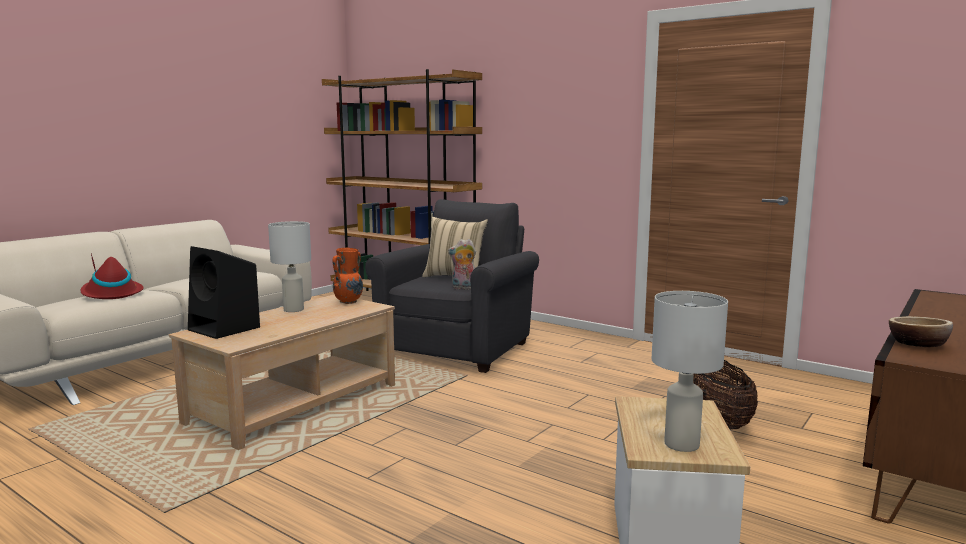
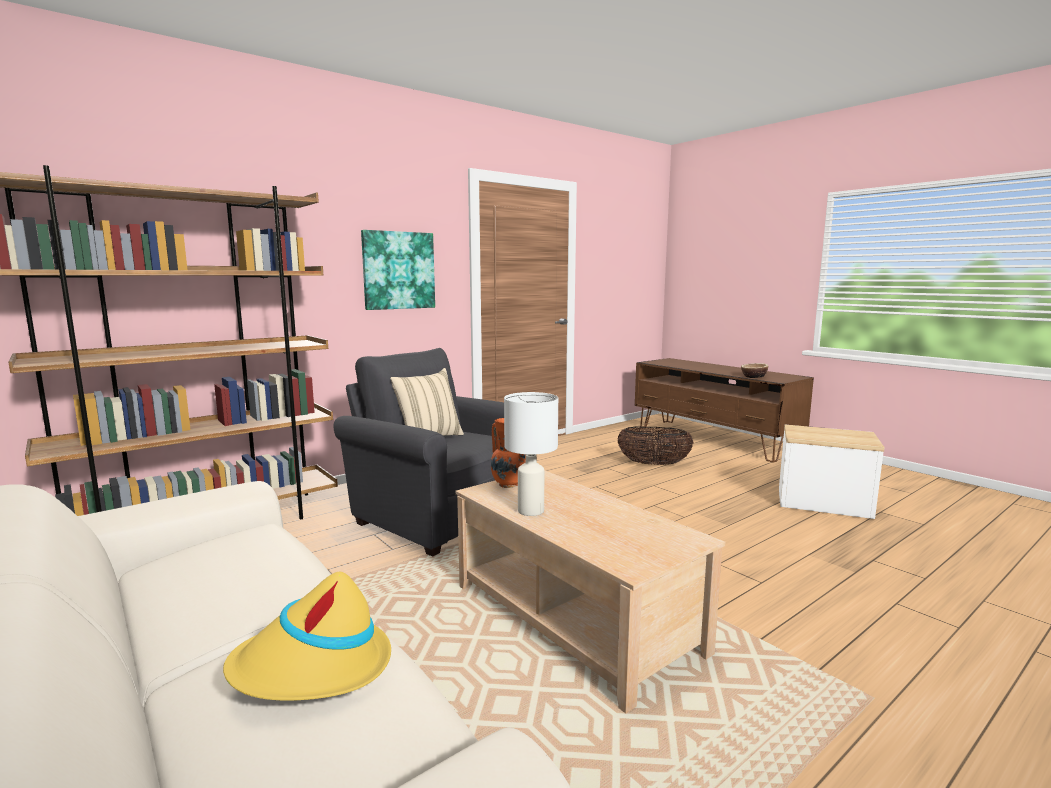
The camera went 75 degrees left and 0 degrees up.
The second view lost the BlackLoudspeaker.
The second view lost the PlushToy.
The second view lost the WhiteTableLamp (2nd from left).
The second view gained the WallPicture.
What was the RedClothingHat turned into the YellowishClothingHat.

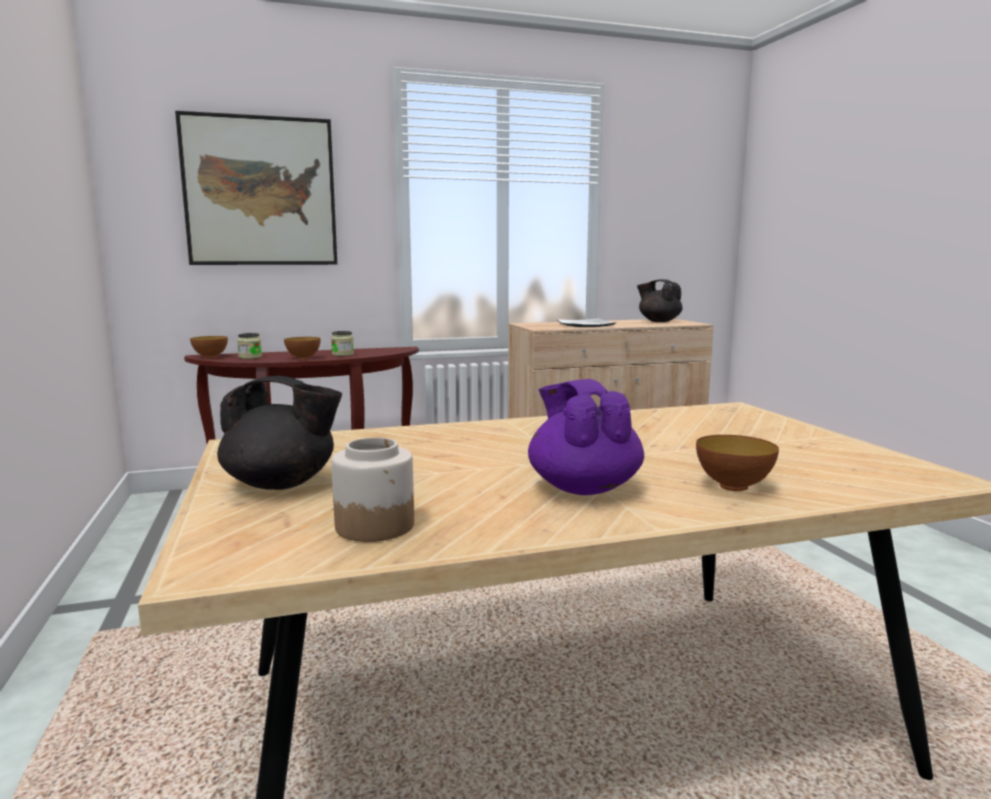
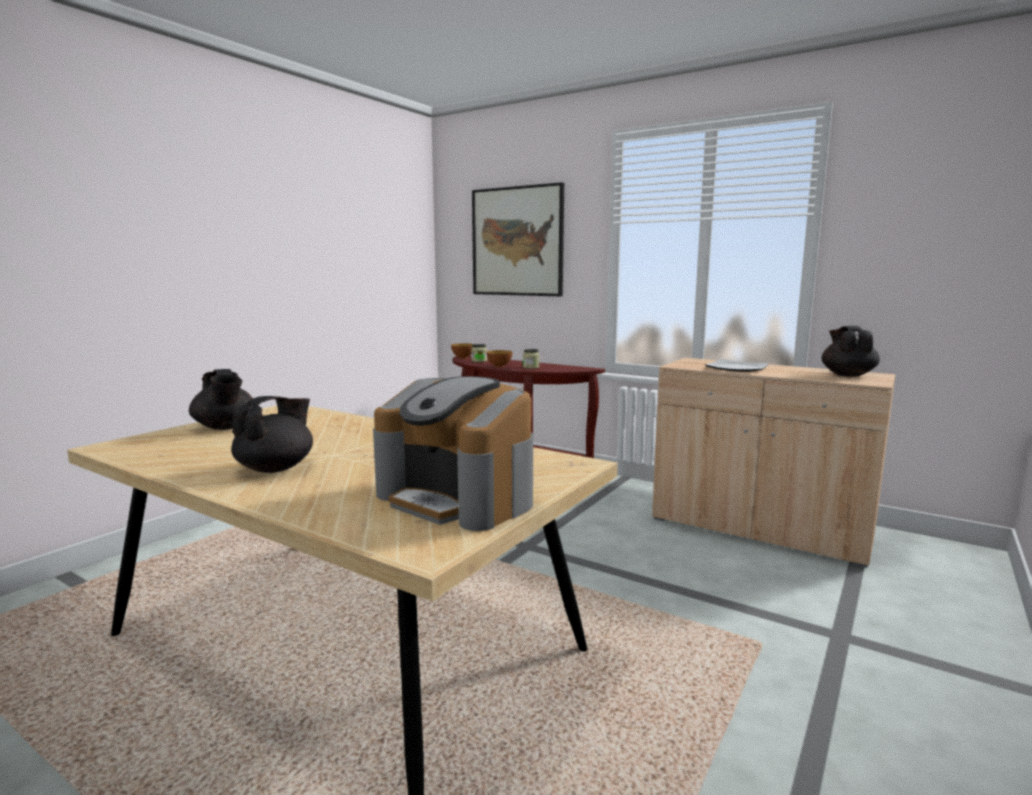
The camera went 50 degrees right and 0 degrees up.
The second view lost the PreserveJar (3rd from left).
The second view lost the DeepDish (3rd from left).
The second view gained the CoffeeBrewer.
What was the PurplishPotForTea turned into the BlackPotForTea (2nd from left).

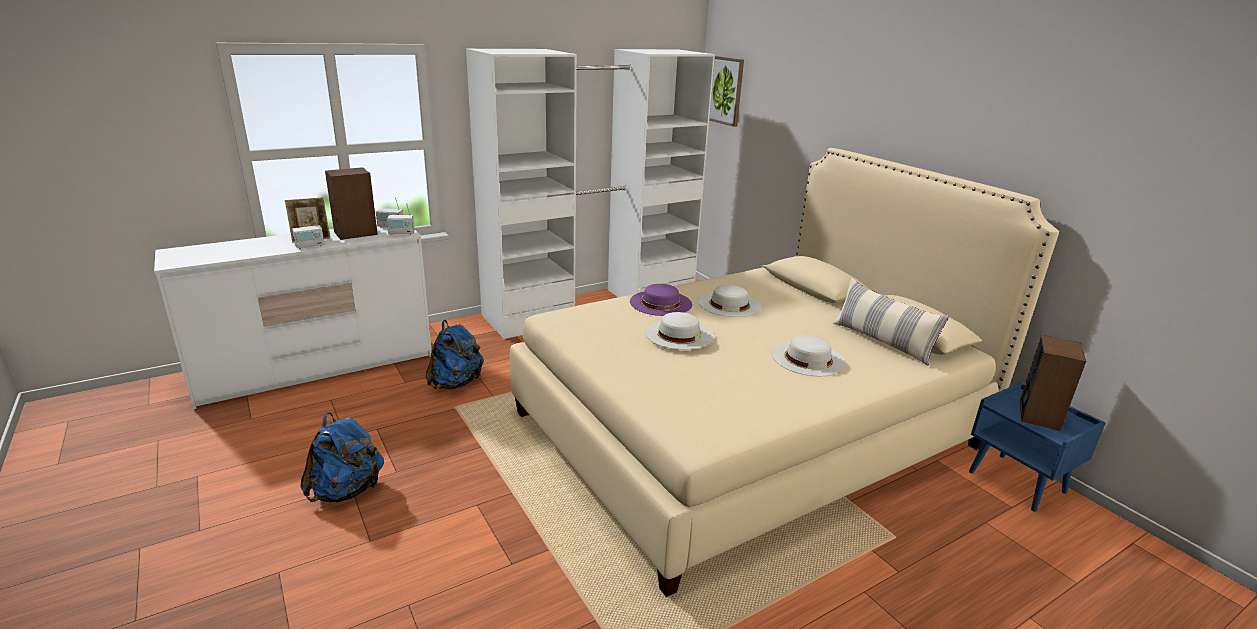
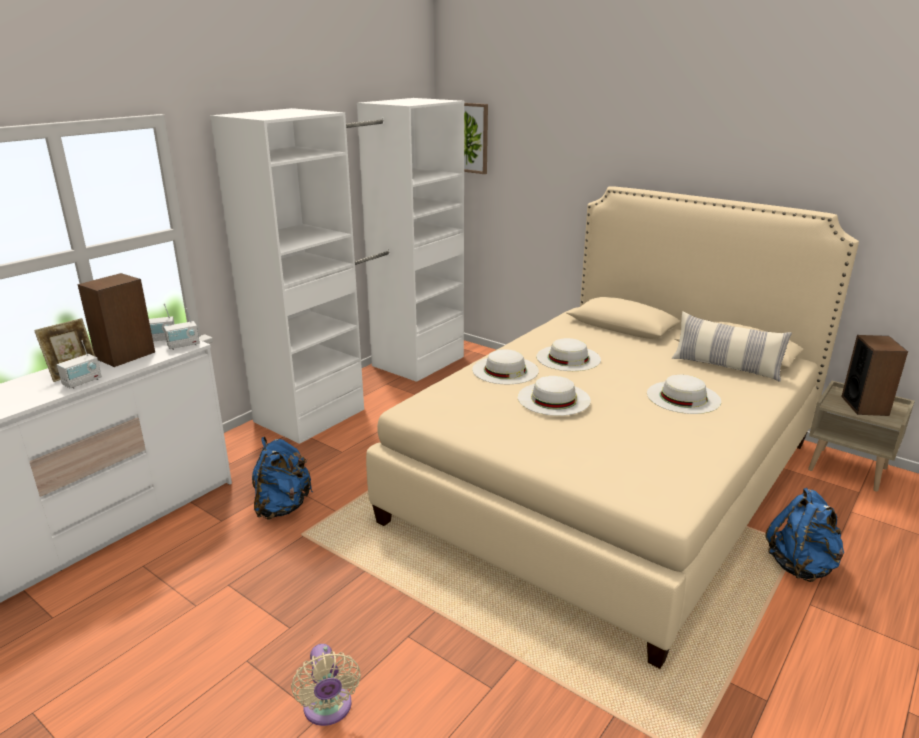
The camera went 20 degrees left and 0 degrees up.
The second view gained the BeigeElectricFan.
The BluishKnapsack (1st from left in the first image) ended up elsewhere.
What was the PurplishClothingHat turned into the WhiteClothingHat (1st from left).
What was the BluishNightstand turned into the BeigeNightstand.

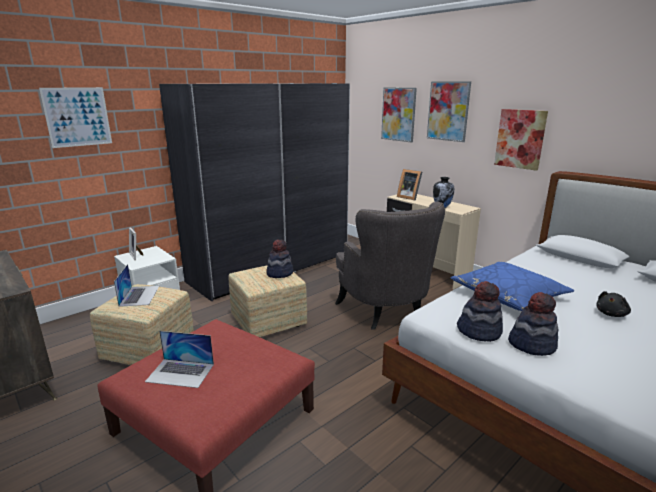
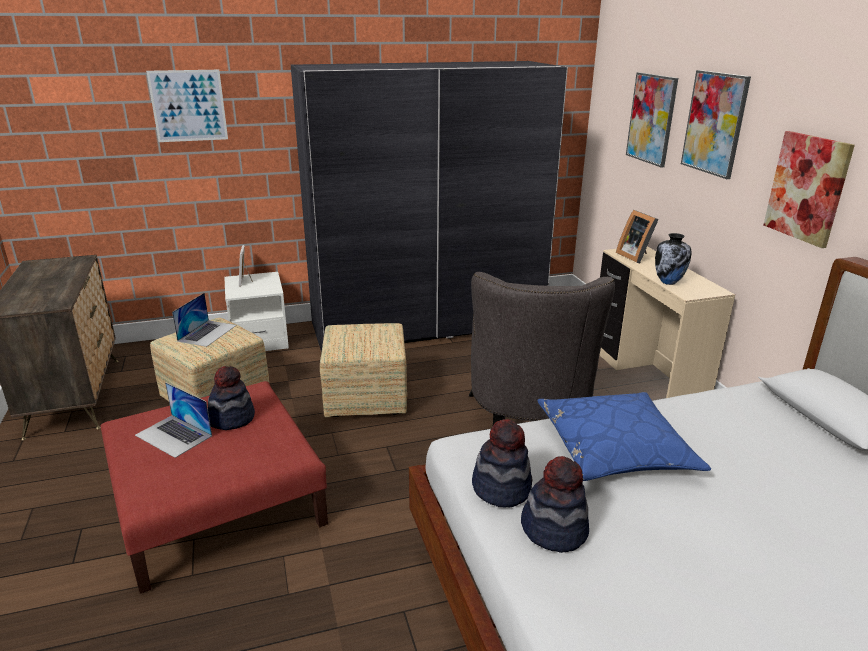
The camera went 25 degrees right and 5 degrees up.
The second view lost the BlackPlushToy.
The ClothingHat (1st from left) ended up elsewhere.

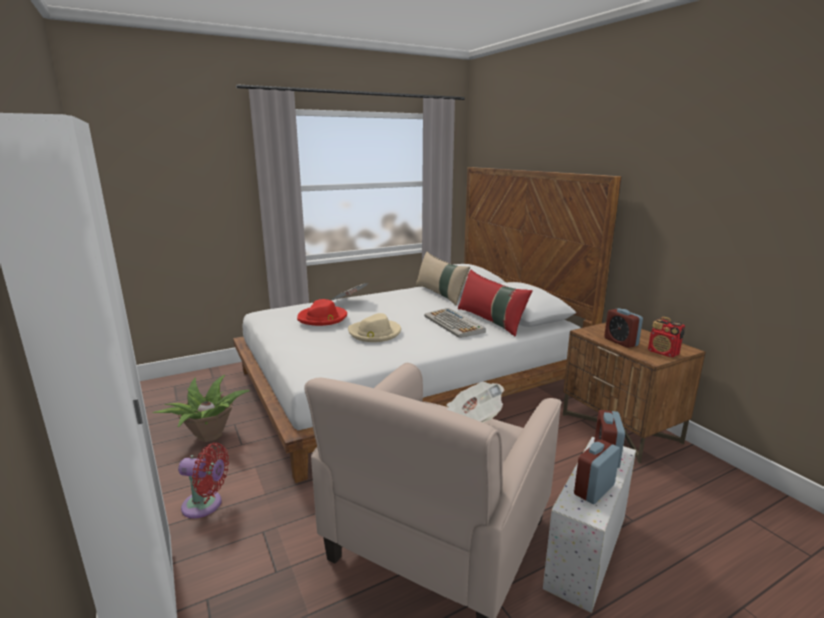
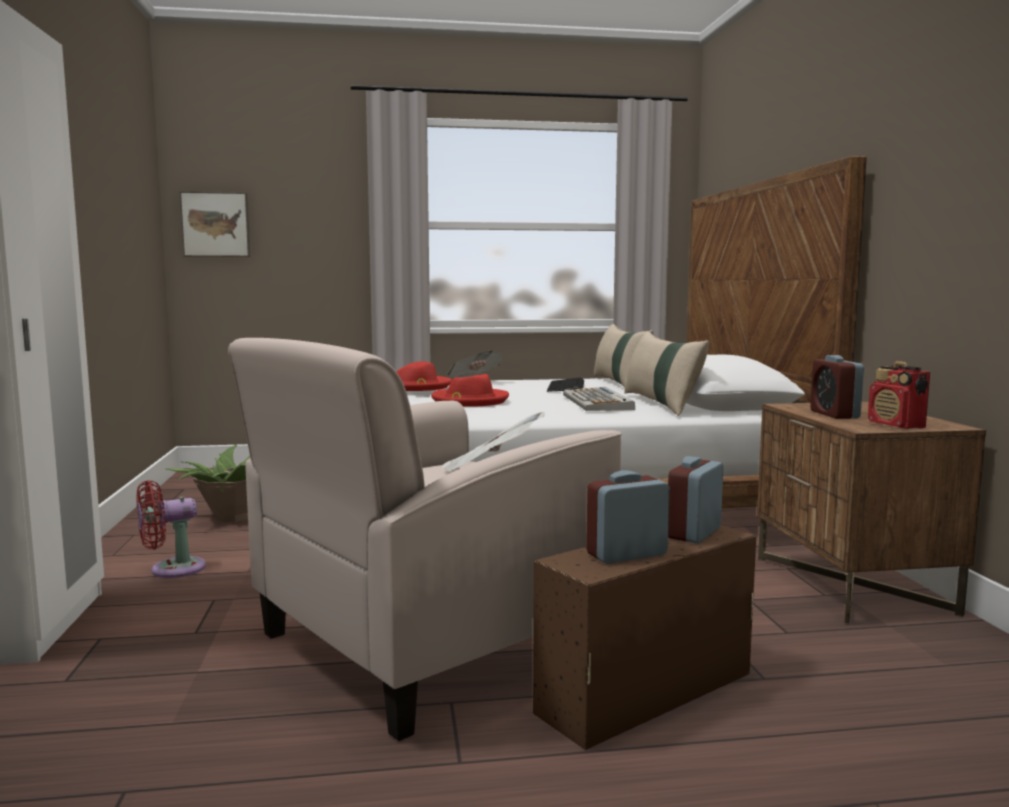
The camera went 20 degrees right and 10 degrees down.
The second view gained the WallPicture.
The second view gained the ComputerKeyboard (1st from left).
What was the BeigeClothingHat turned into the RedClothingHat (2nd from left).
What was the RedCushion turned into the BeigeCushion (2nd from left).
What was the WhiteStorageContainer turned into the BrownishStorageContainer.
The RedElectricFan ended up facing another way, 120 degrees clockwise from before.

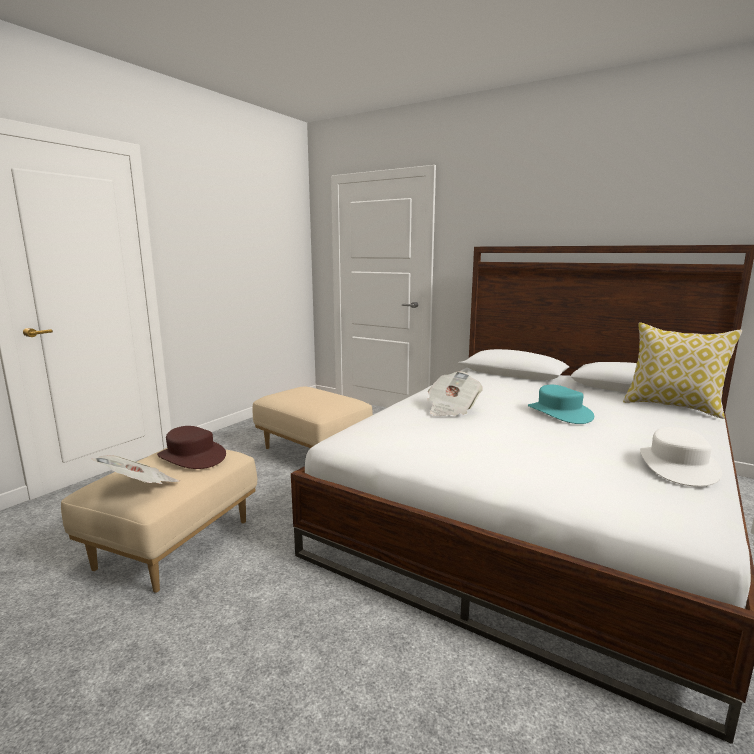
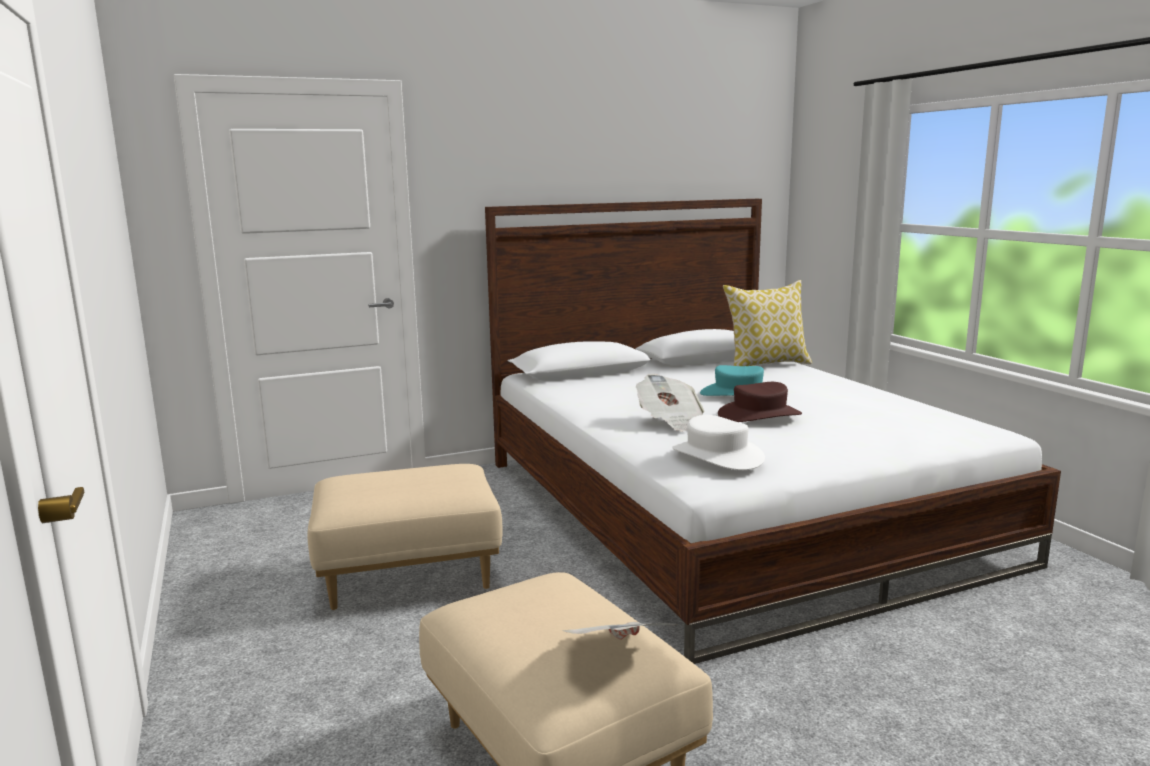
The camera went 55 degrees left and 0 degrees up.
The BrownishClothingHat ended up elsewhere.
The WhiteClothingHat ended up elsewhere.

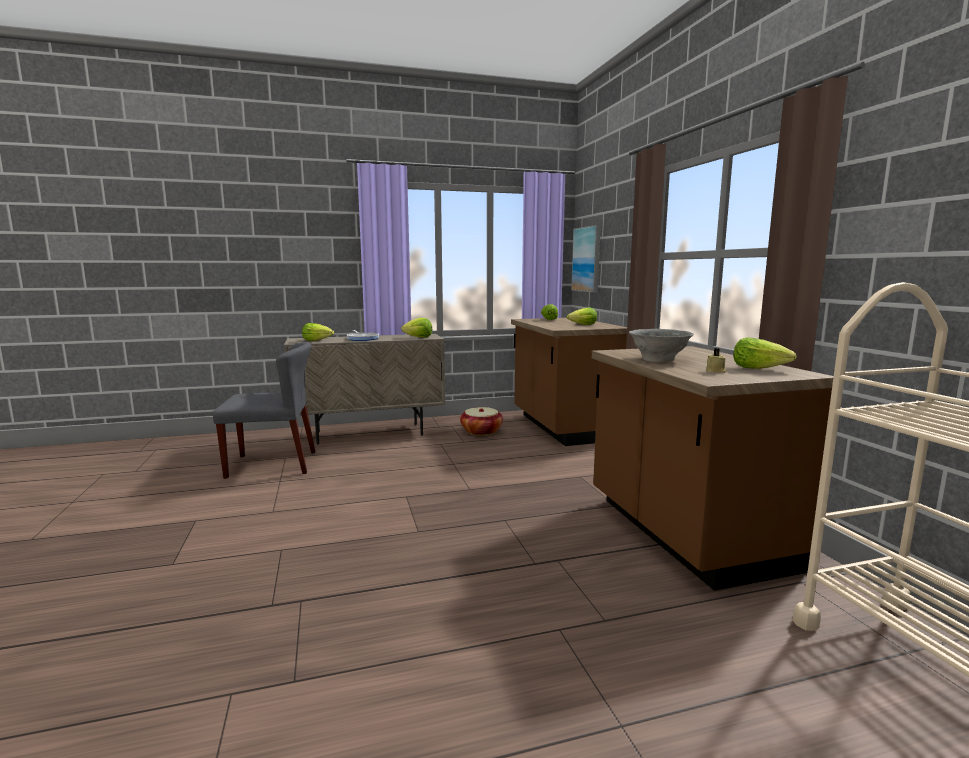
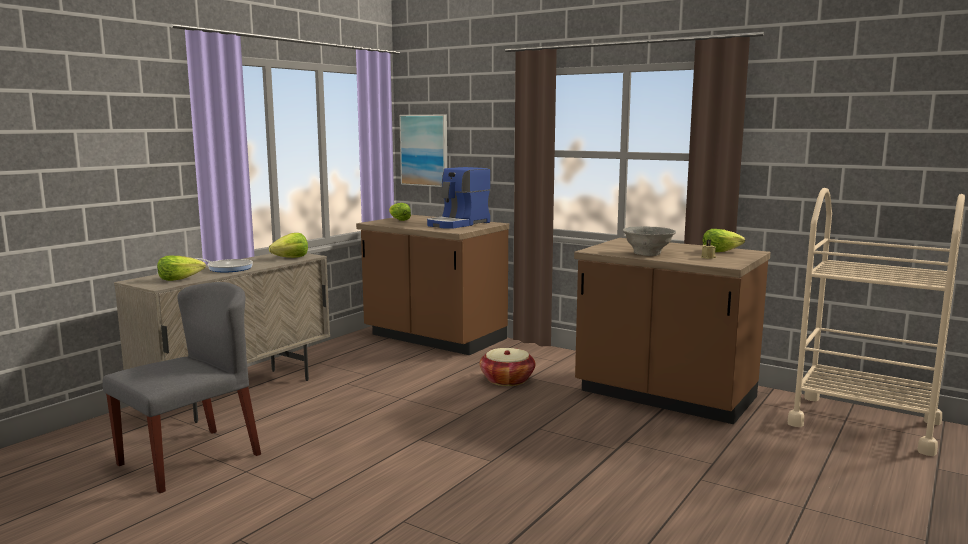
The camera went 40 degrees left and 0 degrees up.
The StorageBasket ended up elsewhere.
Where the LettuceHead (4th from left) stood, the CoffeeBrewer came to stand.

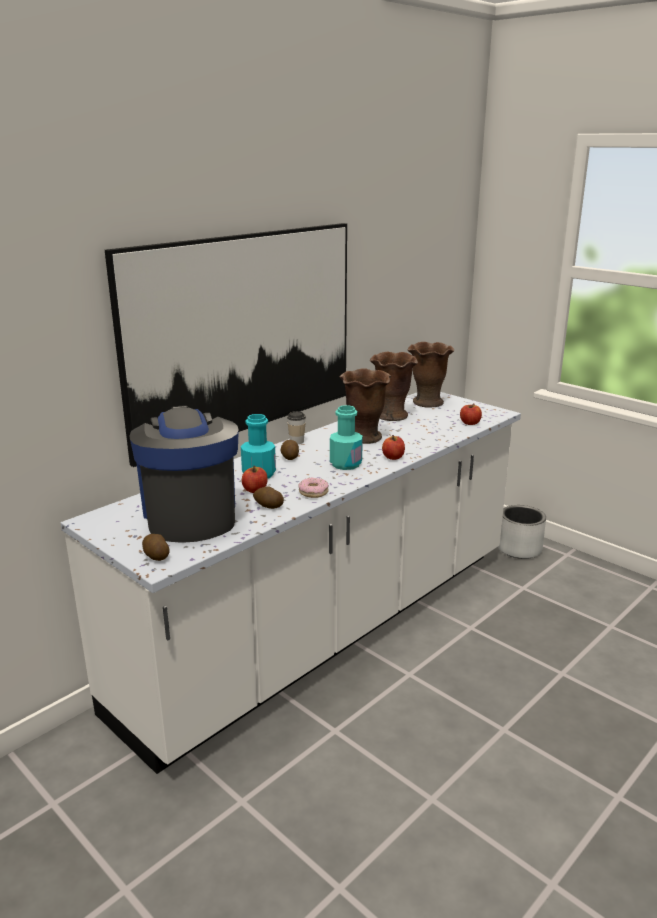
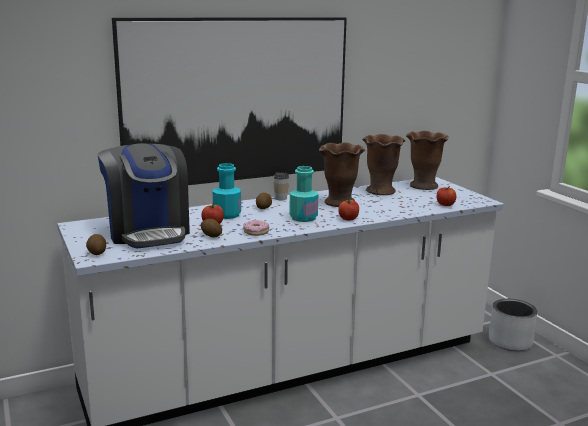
The camera went 20 degrees right and 5 degrees down.
The CoffeeBrewer ended up facing another way, 150 degrees clockwise from before.

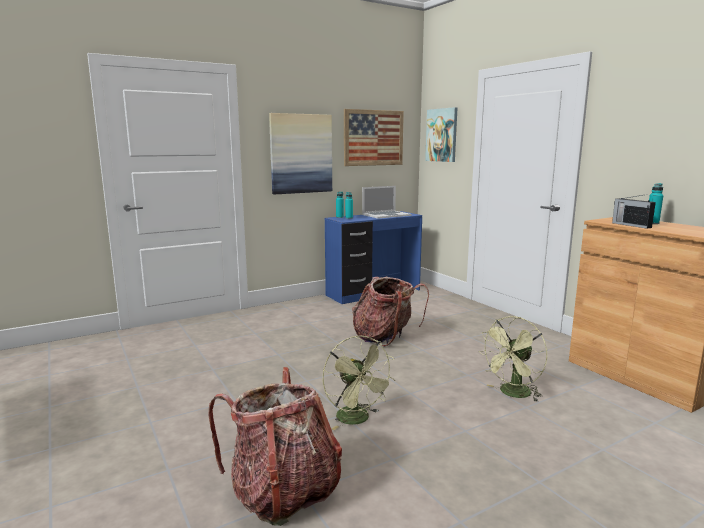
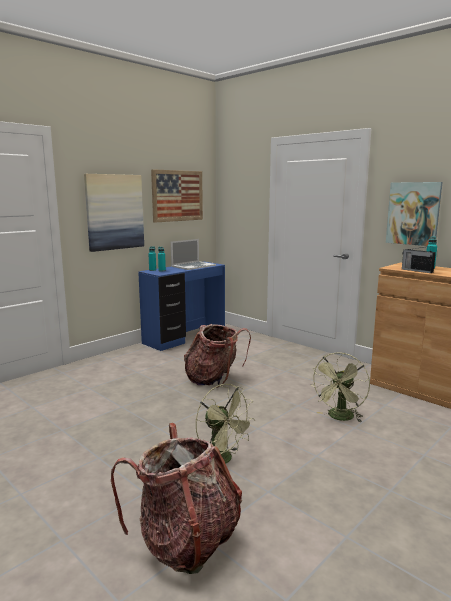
The camera went 15 degrees left and 0 degrees up.
The WallPicture (3rd from left) ended up elsewhere.

